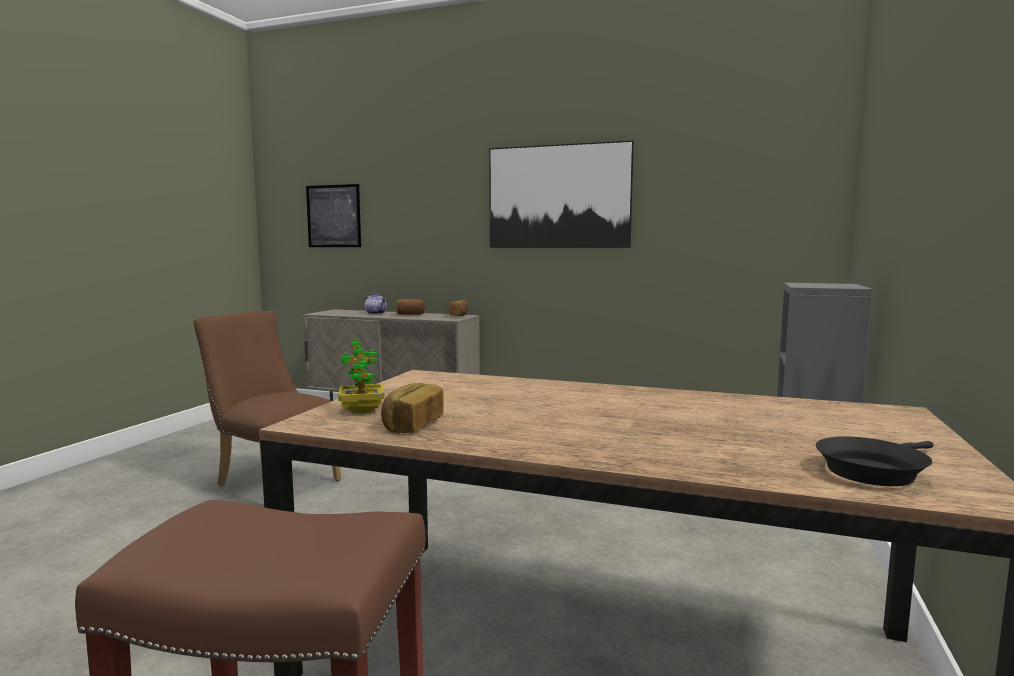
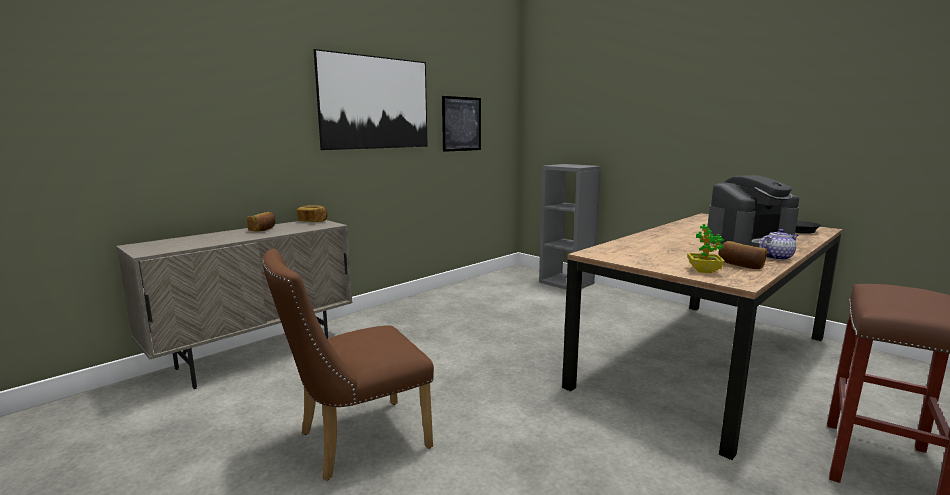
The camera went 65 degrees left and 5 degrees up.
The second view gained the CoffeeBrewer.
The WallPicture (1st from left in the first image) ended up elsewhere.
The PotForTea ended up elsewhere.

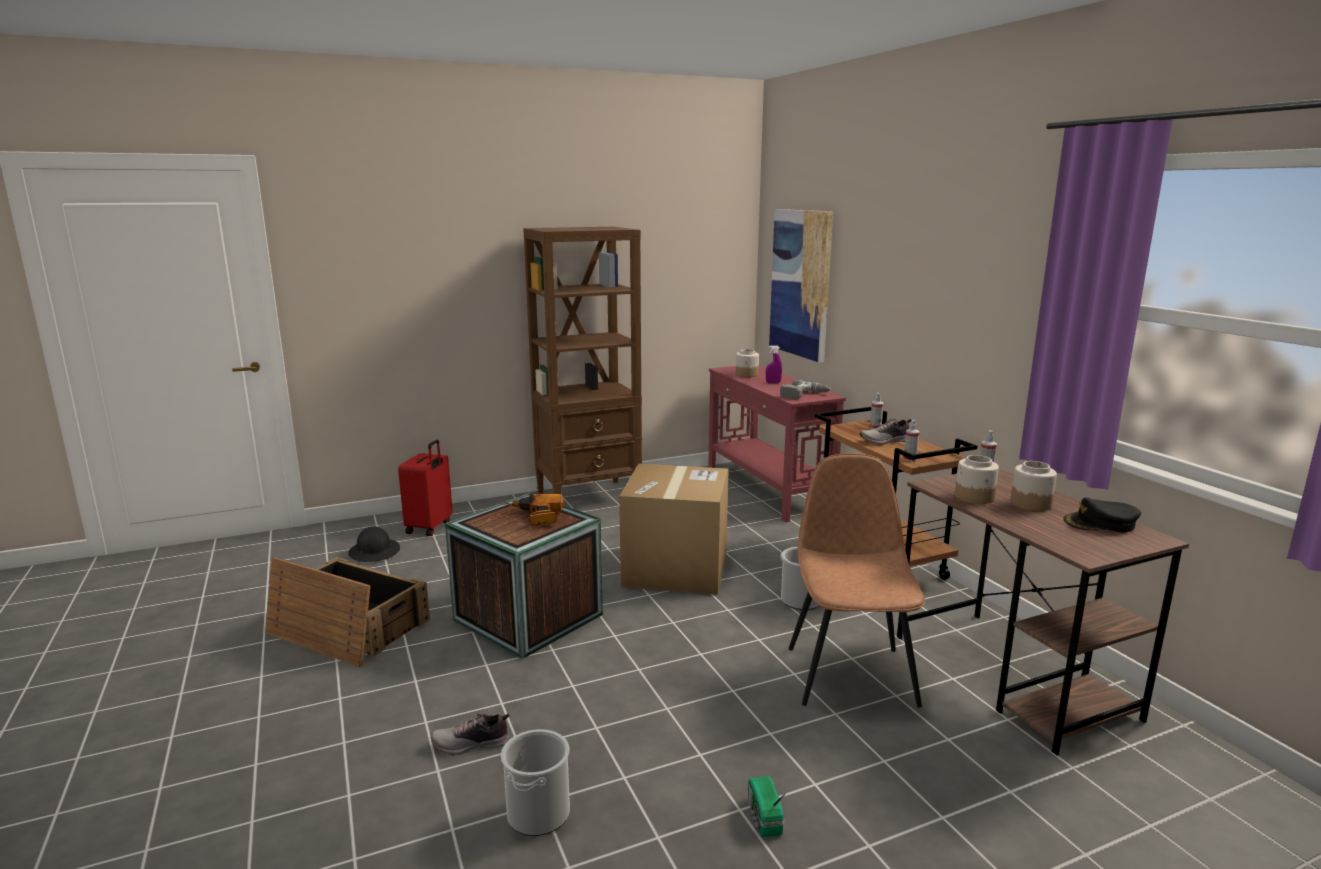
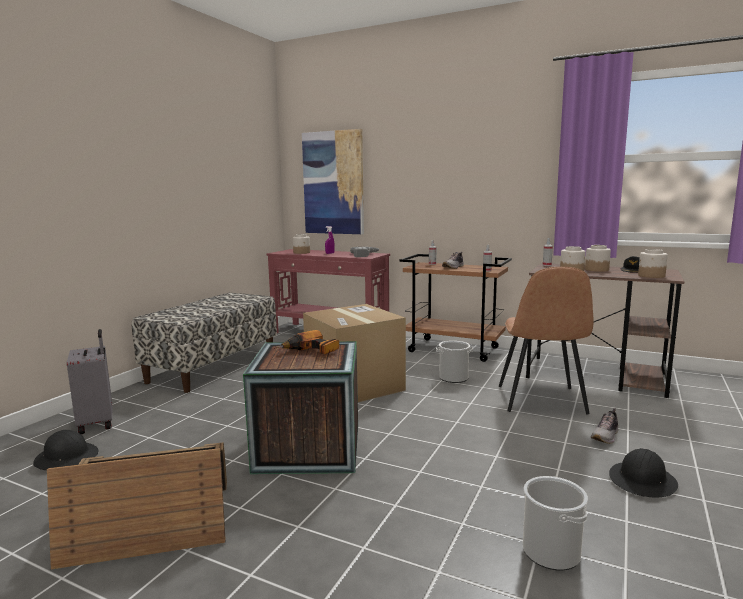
The camera went 40 degrees left and 5 degrees down.
The second view gained the PreserveJar (4th from left).
The Shoe (1st from left in the first image) ended up elsewhere.
Where the BrownishBookshelf stood, the IndoorBench came to stand.
Where the Radio stood, the BlackHardHat (2nd from left) came to stand.
What was the RedTravelCase turned into the GreyTravelCase.
The BrownishPlainChair ended up facing another way, 135 degrees counterclockwise from before.

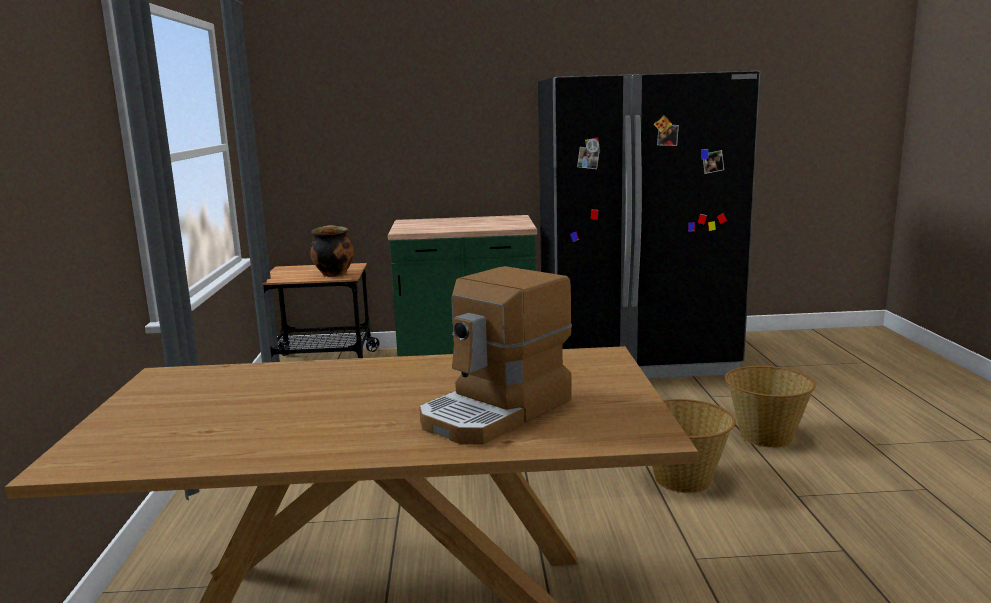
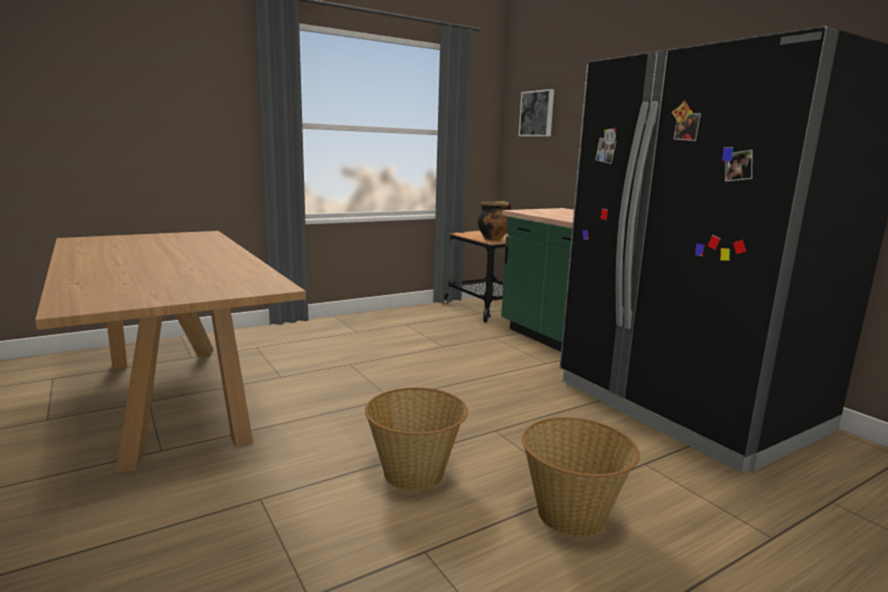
The camera went 60 degrees right and 0 degrees up.
The second view lost the CoffeeBrewer.
The second view gained the WallPicture.

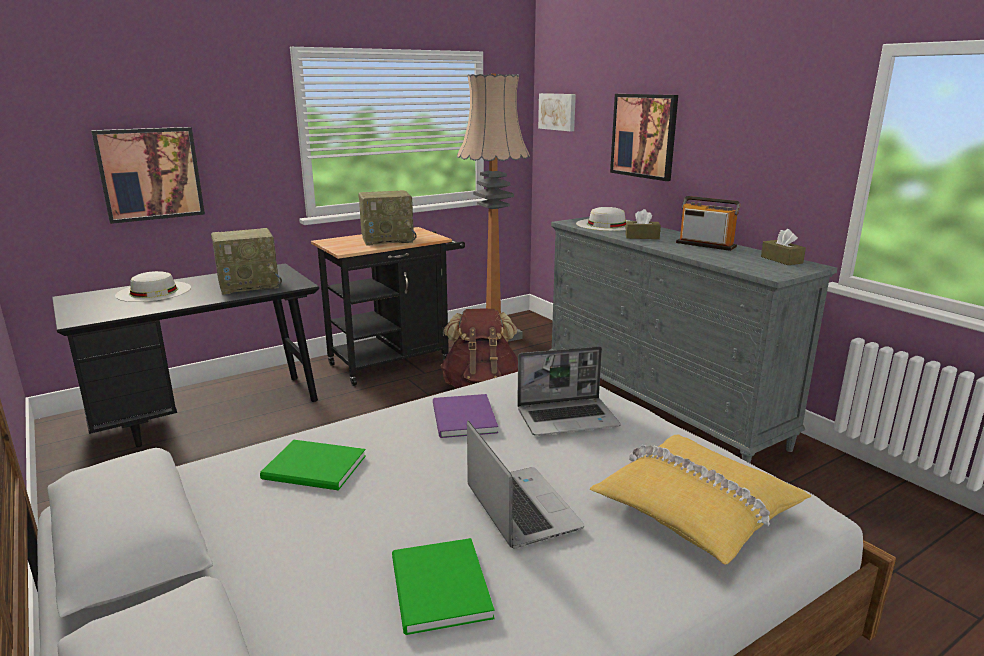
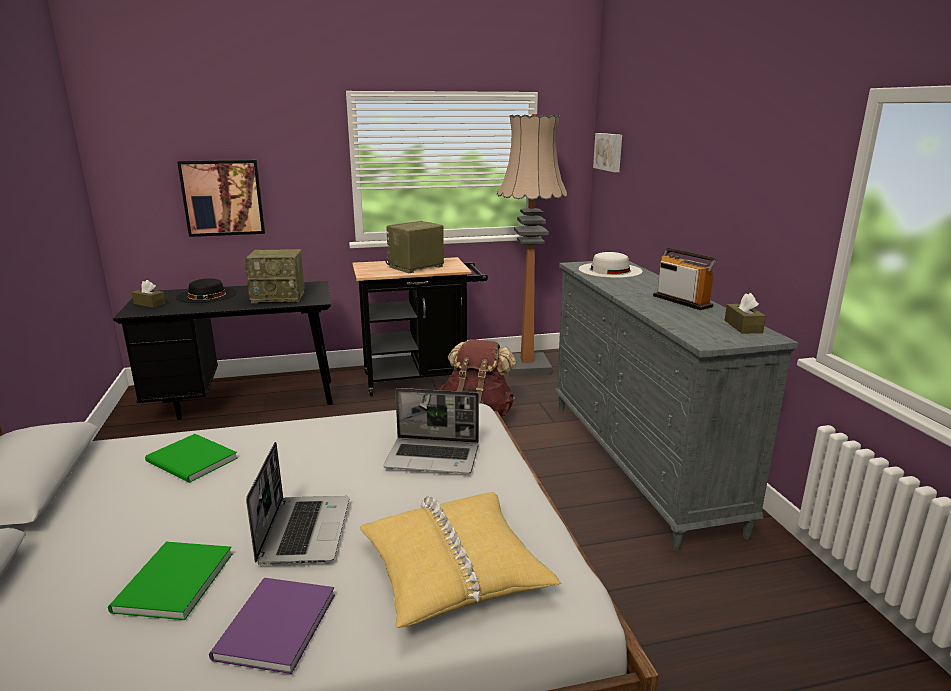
The camera went 20 degrees right and 0 degrees up.
The second view lost the WallPicture (3rd from left).
The PurplishBoundBook ended up elsewhere.
The BrownishTissueBox (1st from left) ended up elsewhere.
What was the WhiteClothingHat (1st from left) turned into the BlackClothingHat.
The Radio (2nd from left) ended up facing another way, 135 degrees clockwise from before.

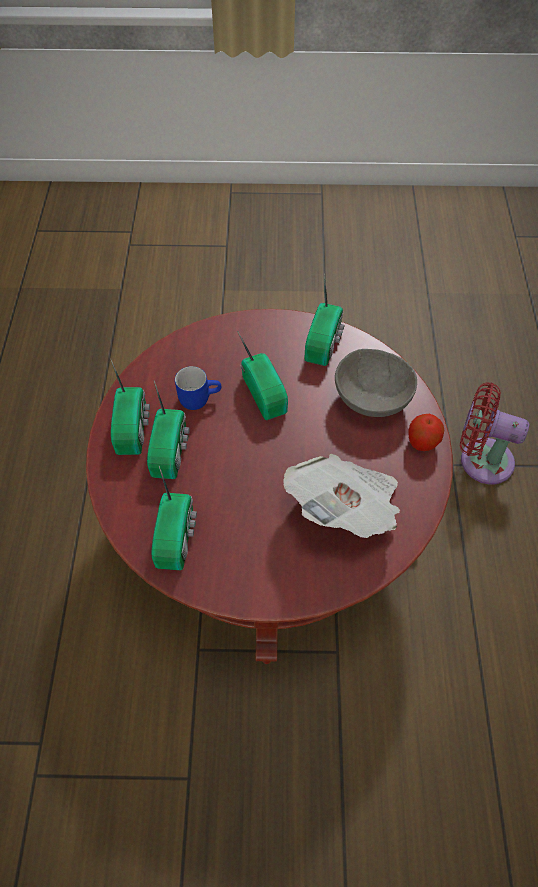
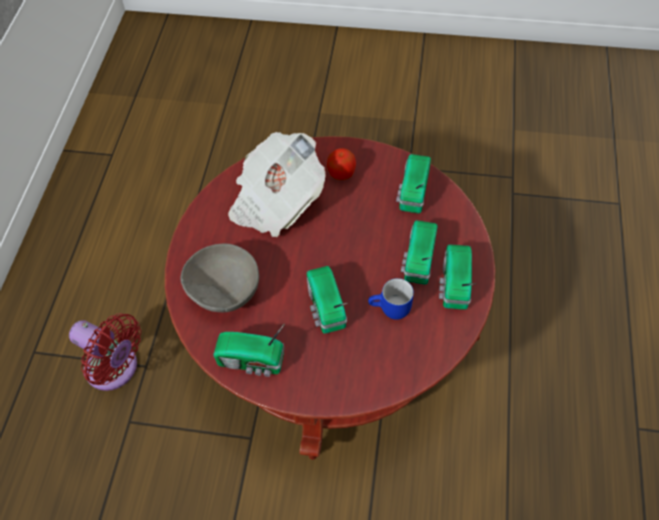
The camera went 170 degrees left and 0 degrees up.
The WholeApple ended up elsewhere.
The Radio (5th from left in the first image) ended up facing another way, 105 degrees counterclockwise from before.

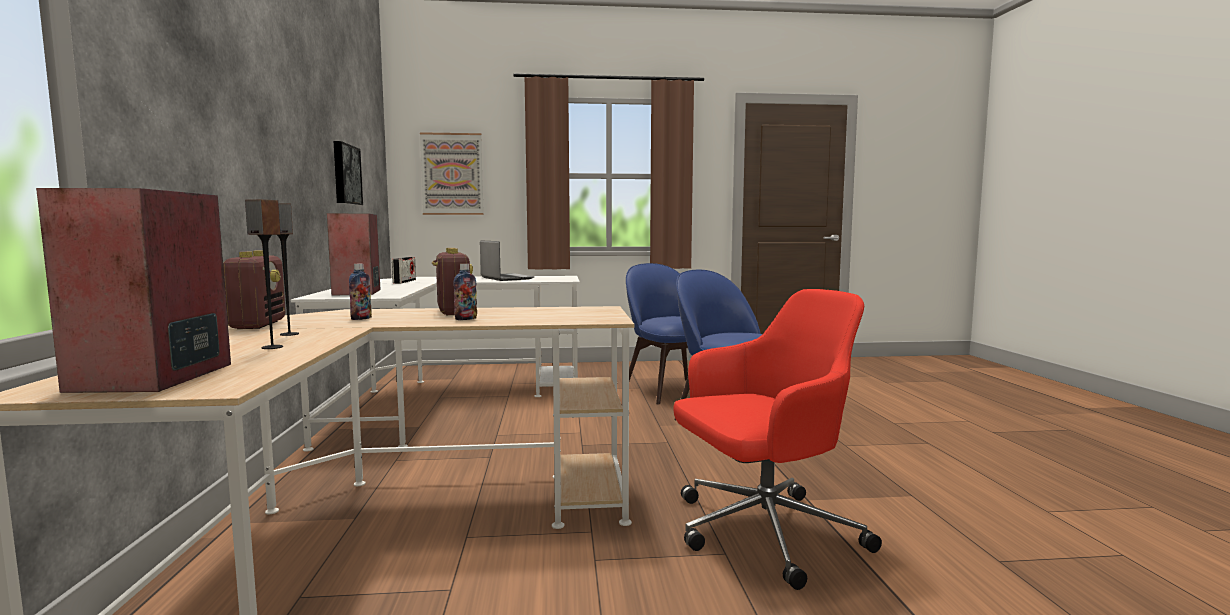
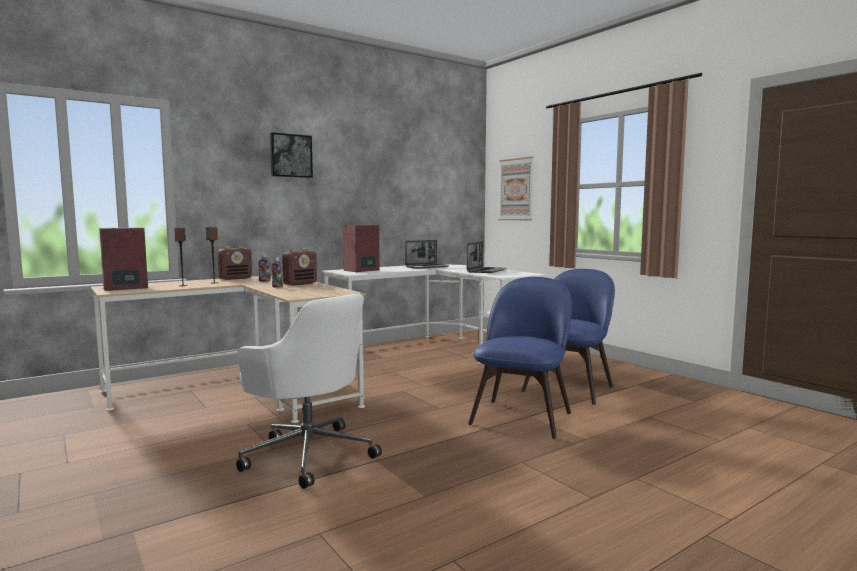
The camera went 60 degrees right and 0 degrees up.
The WallPicture (1st from left) ended up elsewhere.
Where the Radio (2nd from left) stood, the NotebookComputer (1st from left) came to stand.
What was the RedComputerChair turned into the WhiteComputerChair.

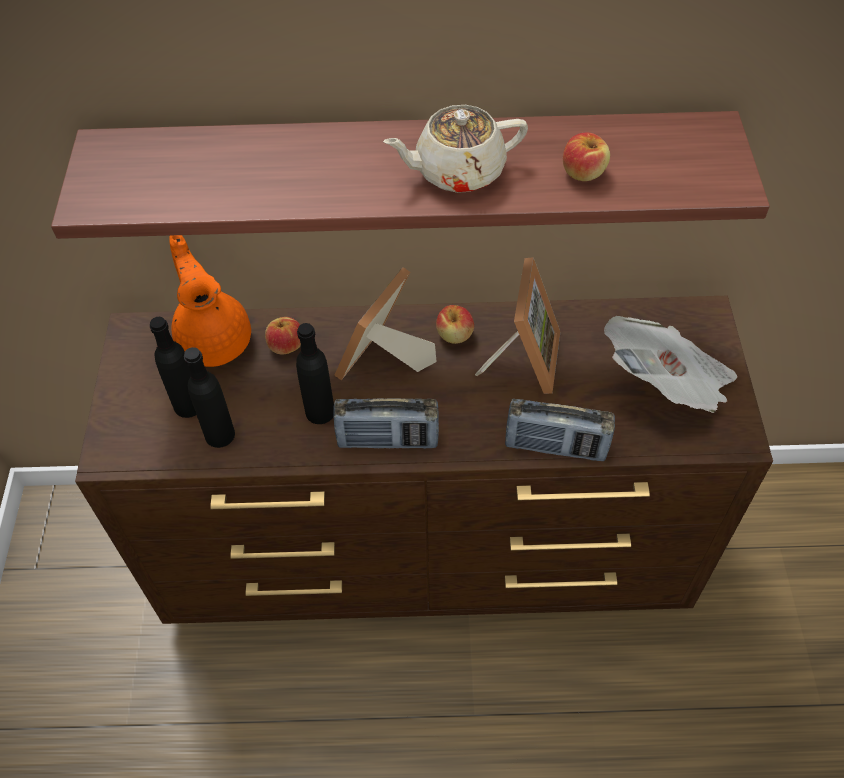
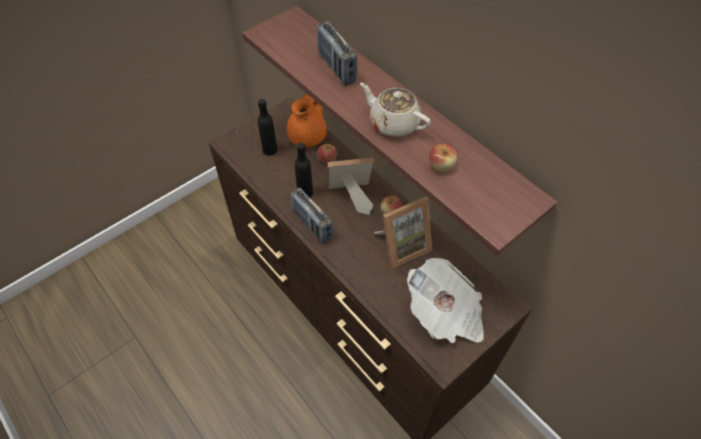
The camera went 50 degrees right and 0 degrees up.
The second view lost the BlackBottle (2nd from left).
The Radio (2nd from left) ended up elsewhere.

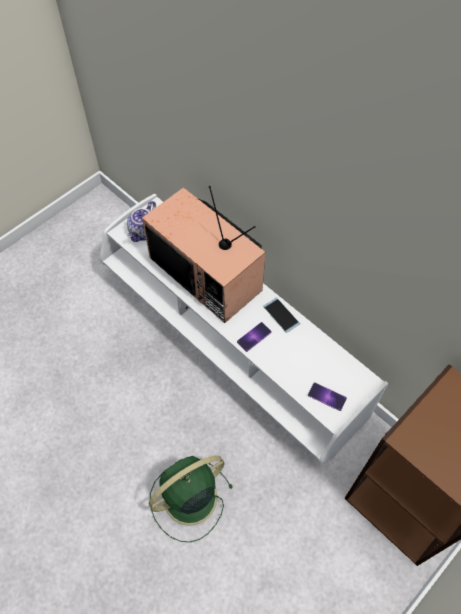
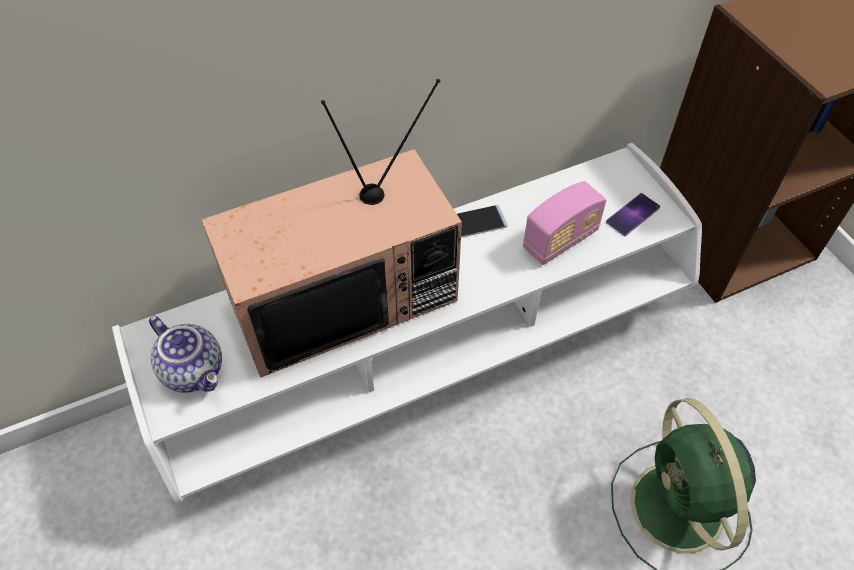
The camera went 70 degrees left and 5 degrees down.
The second view lost the Phone (1st from left).
The second view gained the Radio.

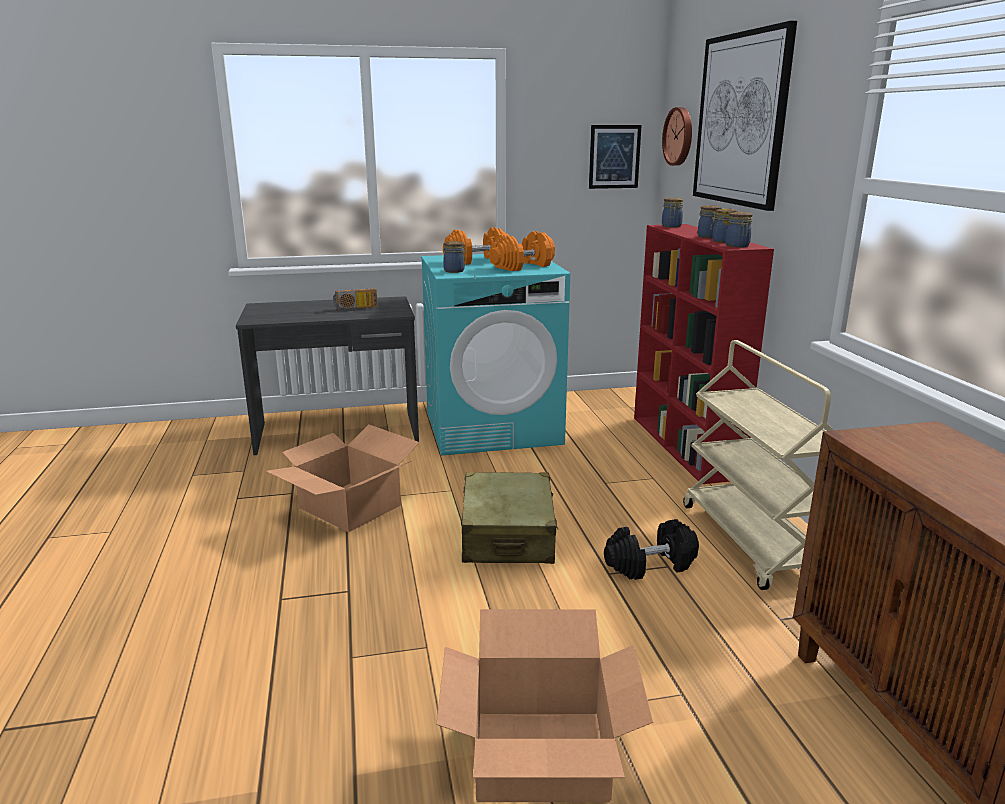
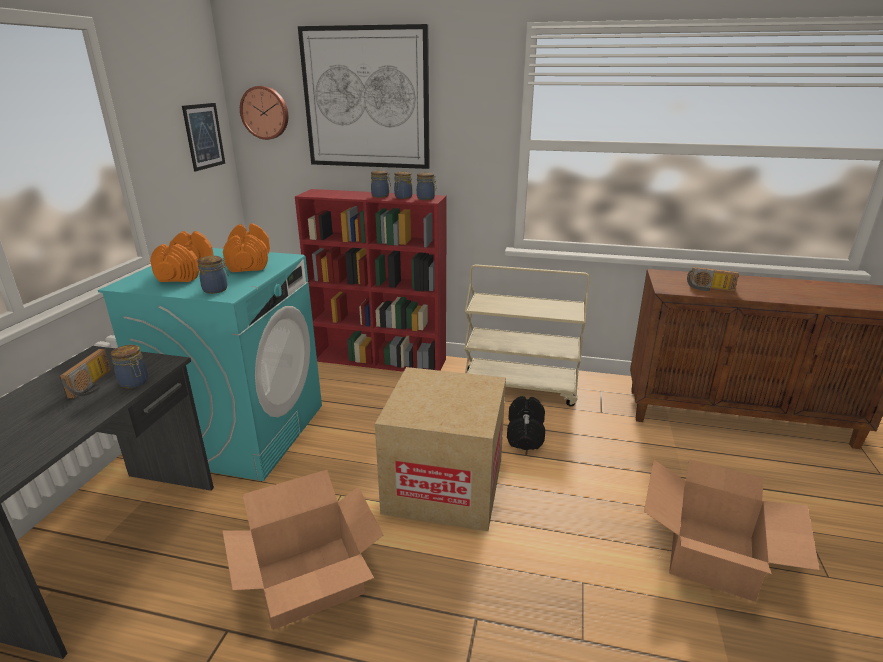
The camera went 65 degrees left and 5 degrees up.
The second view gained the Radio (2nd from left).
The PreserveJar (2nd from left in the first image) ended up elsewhere.
Where the BeigeTravelCase stood, the PackingBox (2nd from left) came to stand.

